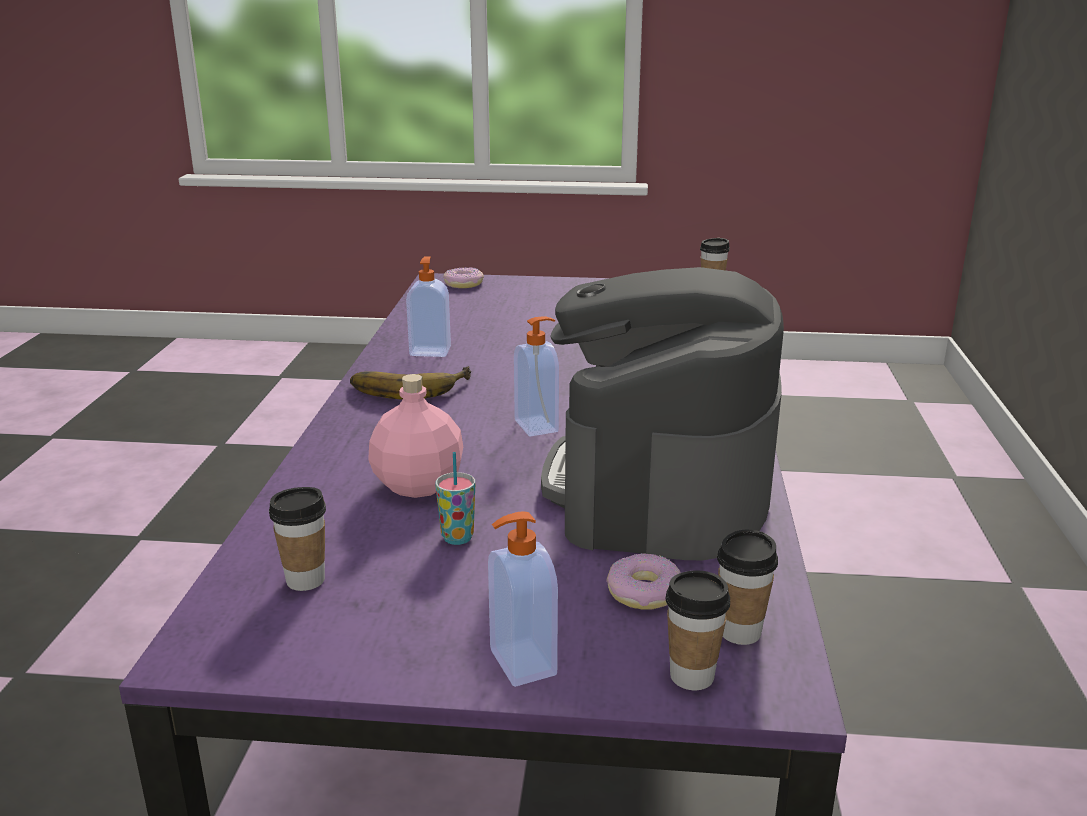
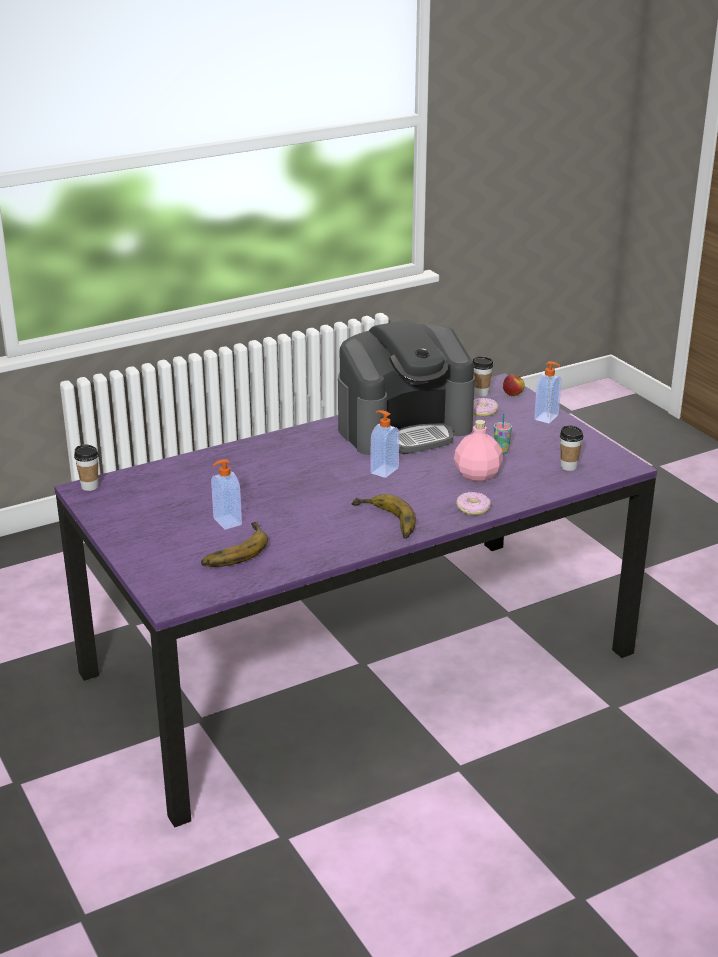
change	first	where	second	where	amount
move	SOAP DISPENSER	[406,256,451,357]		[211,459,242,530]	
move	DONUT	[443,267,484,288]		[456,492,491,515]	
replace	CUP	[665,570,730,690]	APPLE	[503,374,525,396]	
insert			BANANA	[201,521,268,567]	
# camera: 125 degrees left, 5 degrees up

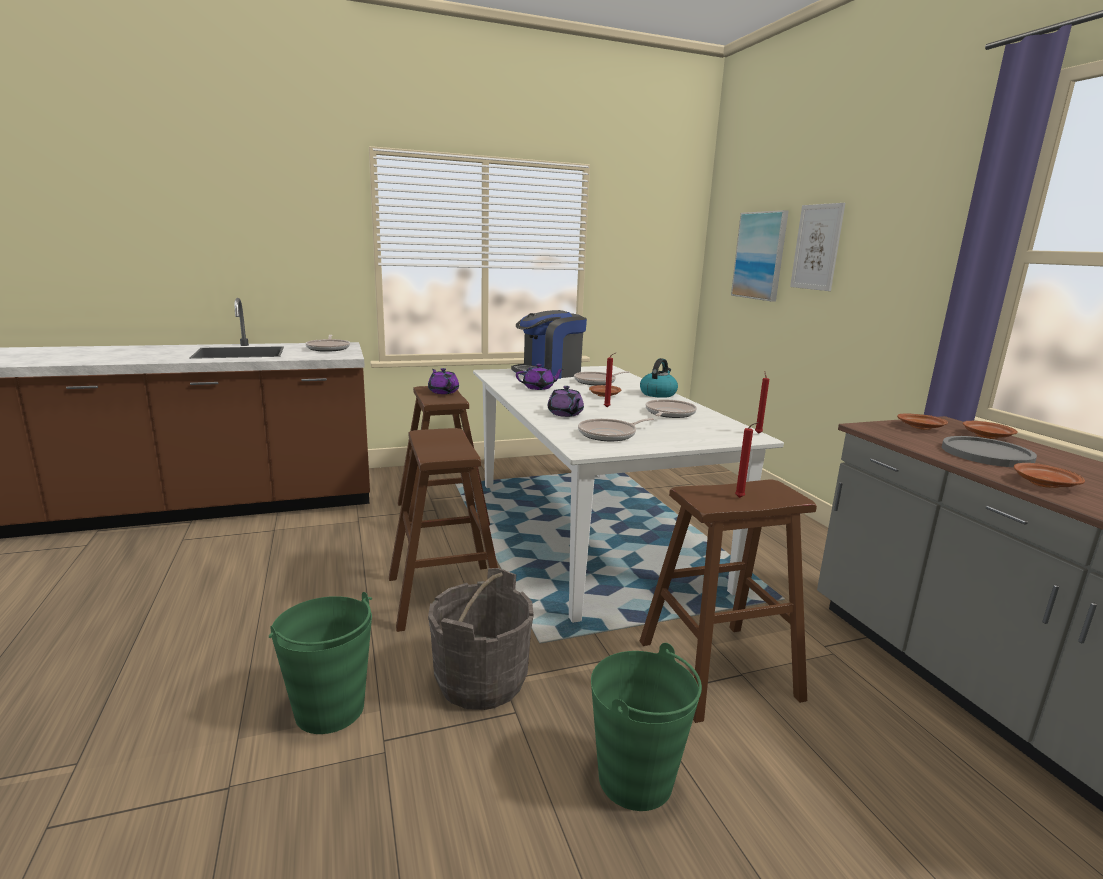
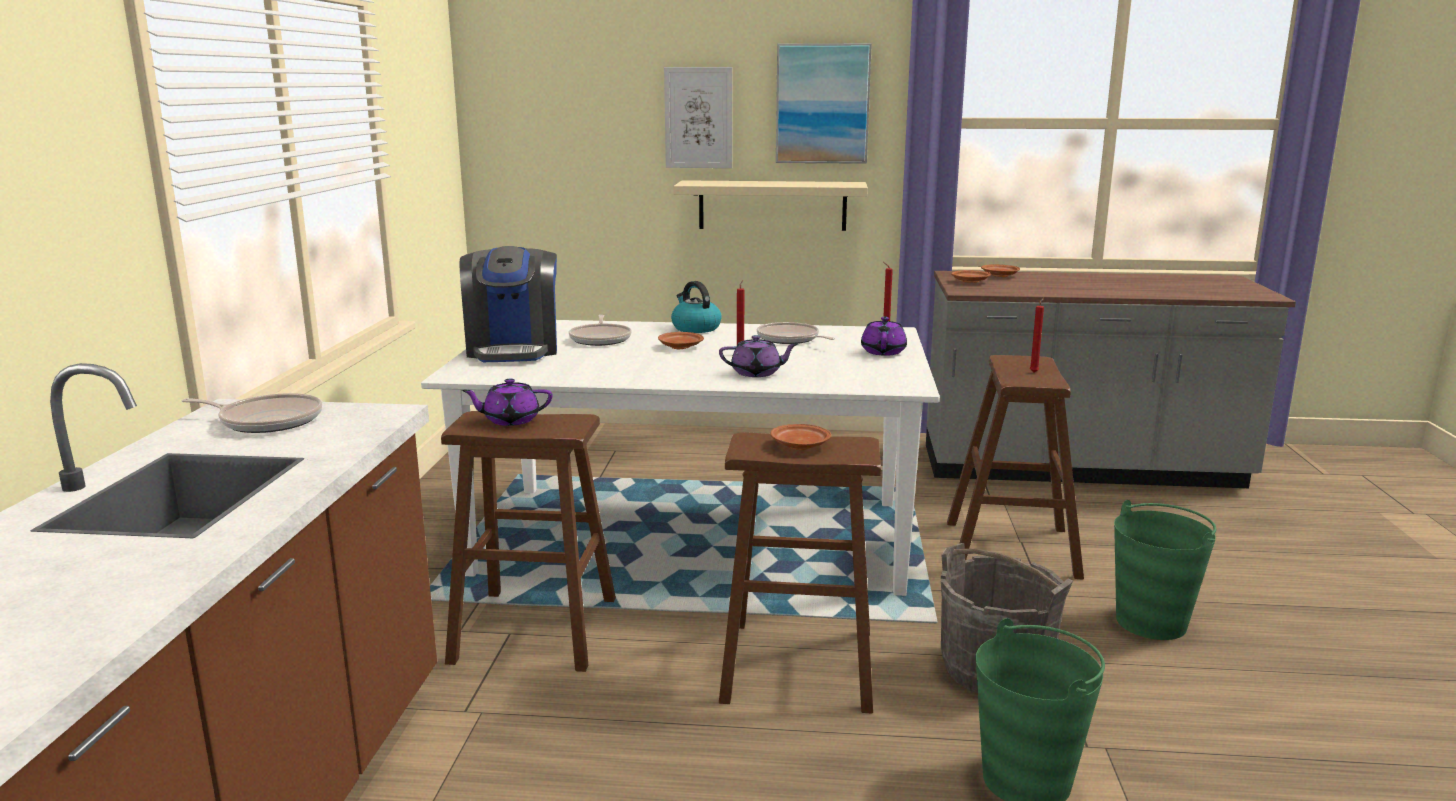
change	first	where	second	where	amount
move	PURPLE TEAPOT	[516,364,563,390]		[861,316,907,356]	
delete	FRYING PAN	[578,418,654,441]			
move	PICTURE	[731,210,789,301]		[776,43,872,164]	
delete	GREY PLATE	[942,436,1037,467]			
move	BROWN PLATE	[1014,463,1085,488]		[771,424,831,450]	
insert			BEIGE SHELF	[674,180,868,231]	
# camera: 65 degrees left, 0 degrees up

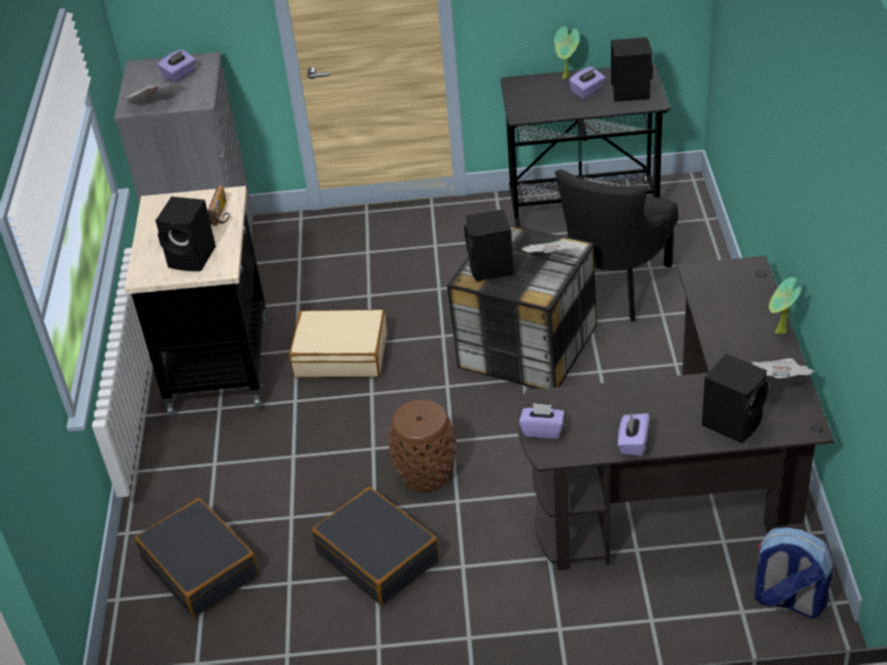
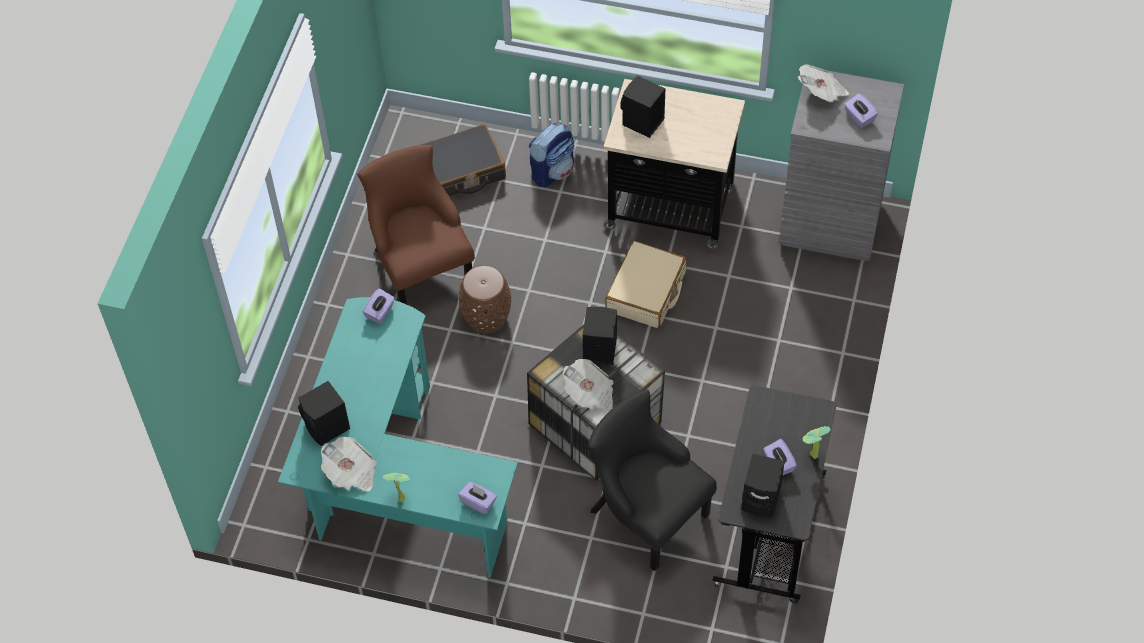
change	first	where	second	where	amount
delete	RADIO	[208,186,230,226]			
replace	BLACK SUITCASE	[312,487,439,605]	BROWN CHAIR	[357,145,475,304]	
recolor	BLACK DESK	[517,256,835,570]	TURQUOISE DESK	[278,297,518,578]	
move	PURPLE TISSUE BOX	[618,413,649,456]		[458,482,497,514]	
move	BACKPACK	[754,527,833,618]		[529,123,574,187]	
# camera: 105 degrees right, 15 degrees up

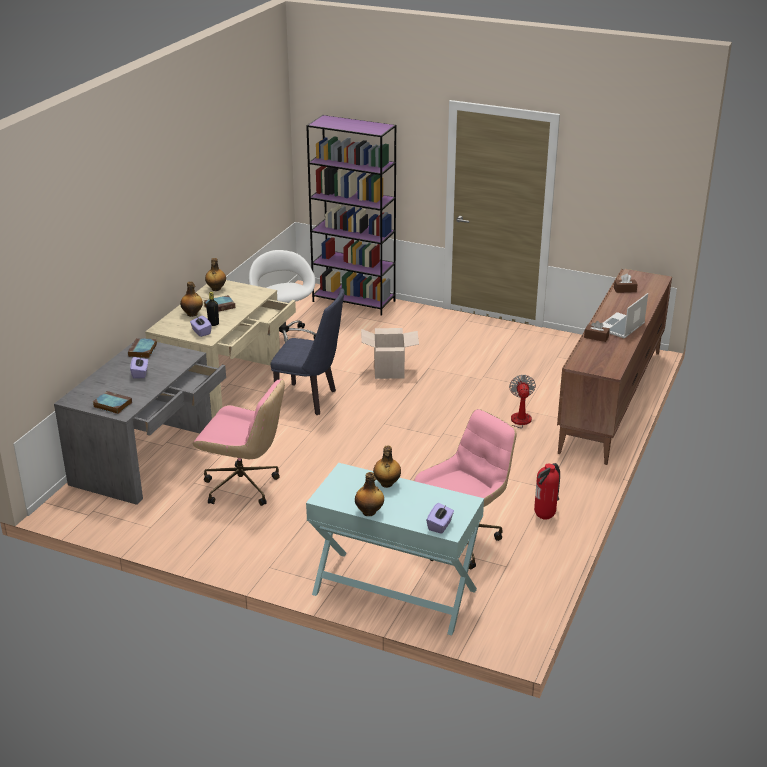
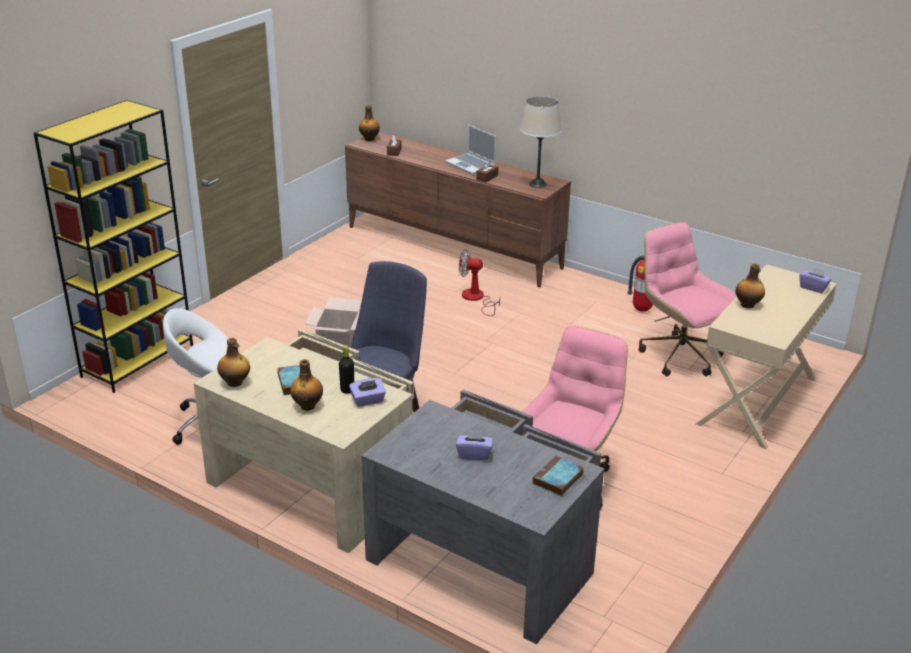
change	first	where	second	where	amount
delete	BOOK	[128,338,157,358]			
recolor	PURPLE BOOKCASE	[306,115,396,316]	YELLOW BOOKCASE	[34,100,193,393]	
recolor	TURQUOISE DESK	[306,463,484,636]	BEIGE DESK	[696,264,837,449]	
move	BOTTLE	[355,472,384,516]		[359,106,380,141]	
insert			BEIGE TABLE LAMP	[520,96,562,188]	
# camera: 80 degrees left, 0 degrees up

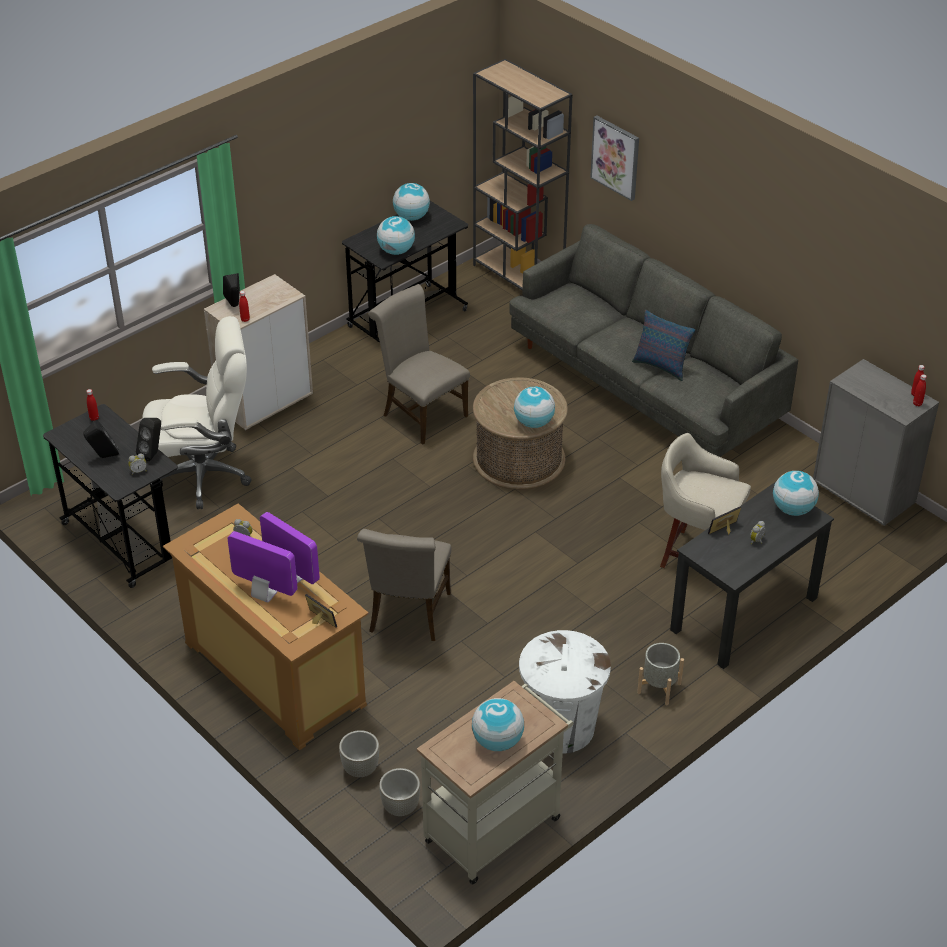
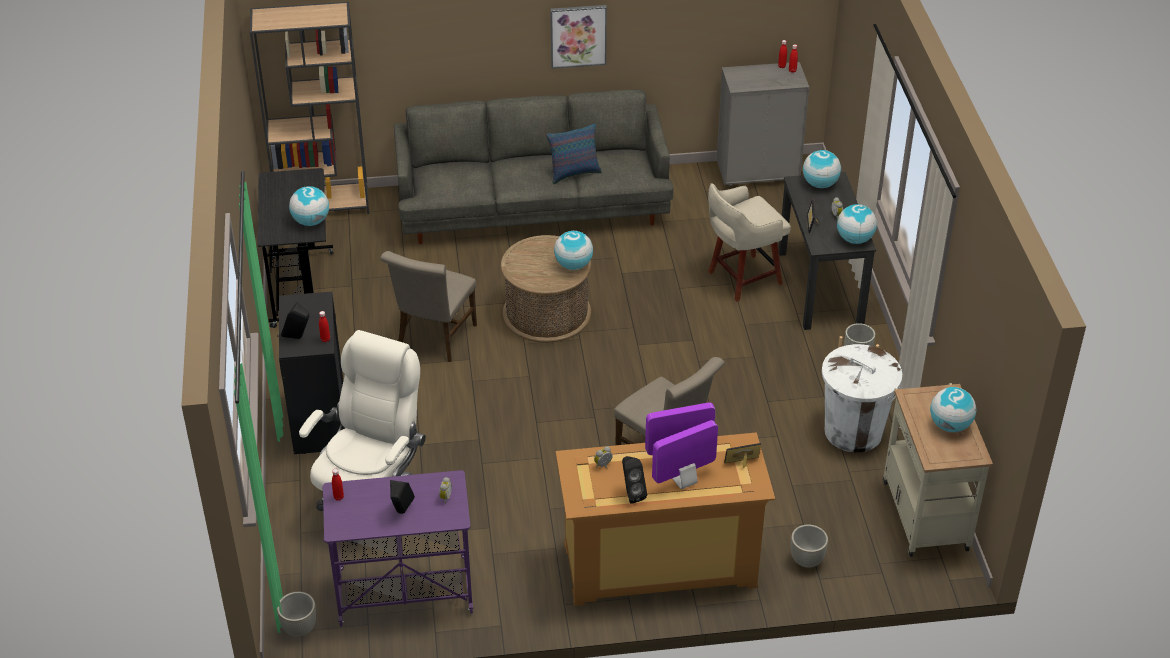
change	first	where	second	where	amount
recolor	BLACK DESK	[43,404,178,588]	PURPLE DESK	[322,470,473,627]	
move	BLACK SPEAKER	[136,418,161,462]		[622,456,647,504]	
recolor	BEIGE CABINET	[204,274,313,430]	BLACK CABINET	[277,291,343,454]	
rotate	BEIGE CHAIR	[368,284,470,445]		[380,251,477,362]	60 degrees counterclockwise
move	GREY PLANTER	[379,768,420,816]		[277,592,316,636]	
move	GLOBE	[393,183,430,221]		[837,204,877,244]	
move	PICTURE	[590,116,639,201]		[550,5,607,69]	
# camera: 55 degrees left, 0 degrees up

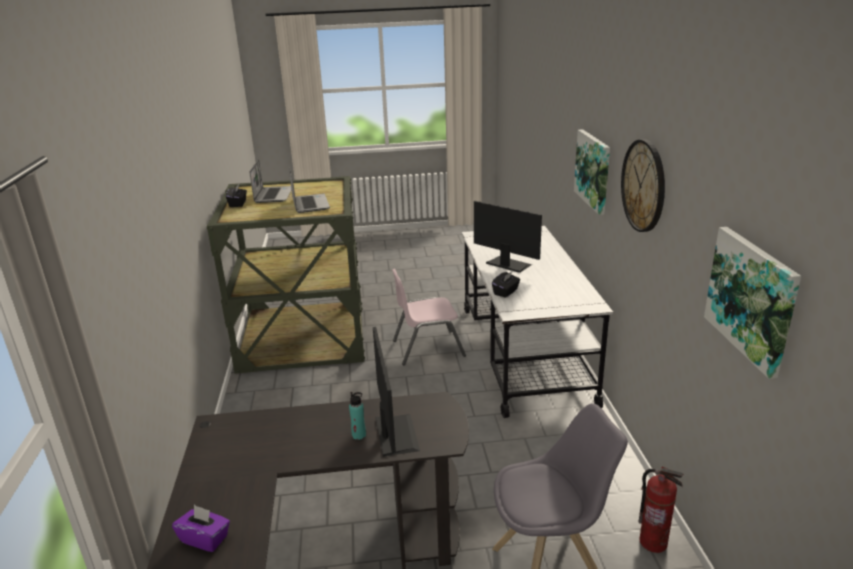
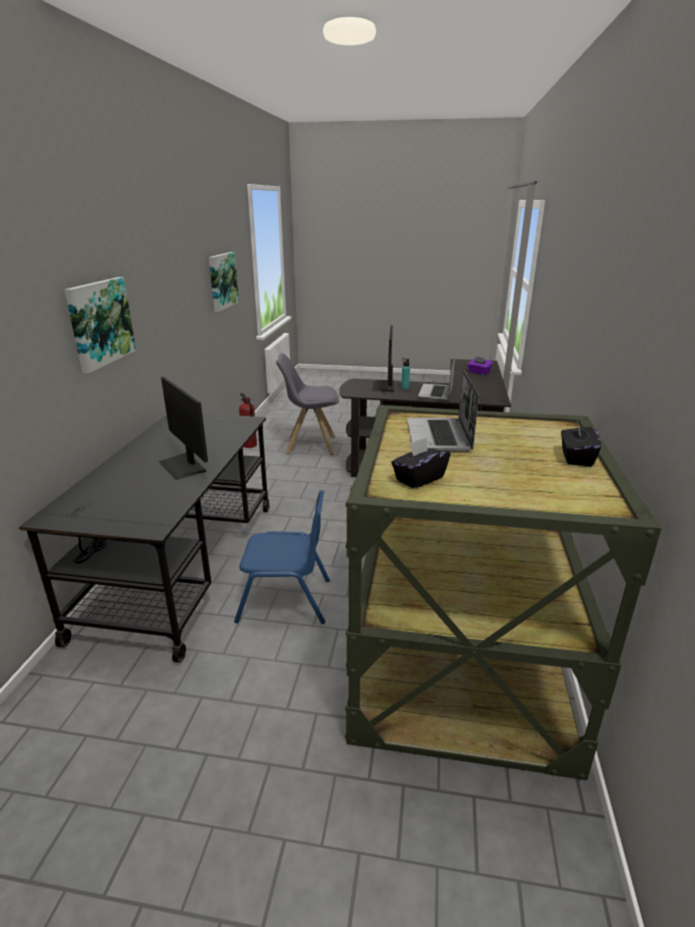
change	first	where	second	where	amount
move	LAPTOP	[250,159,291,203]		[418,359,455,401]	
recolor	PINK CHAIR	[392,269,466,365]	BLUE CHAIR	[234,490,330,624]	
recolor	WHITE DESK	[461,226,613,418]	BLACK DESK	[19,413,270,663]	
move	BLACK TISSUE BOX	[492,272,520,298]		[391,437,450,489]	
delete	WALL CLOCK	[621,139,665,232]			
# camera: 165 degrees left, 0 degrees up

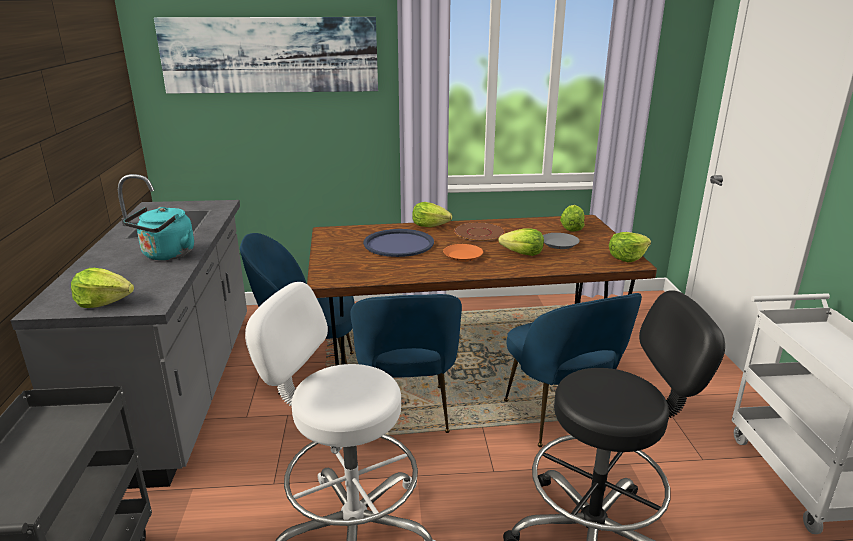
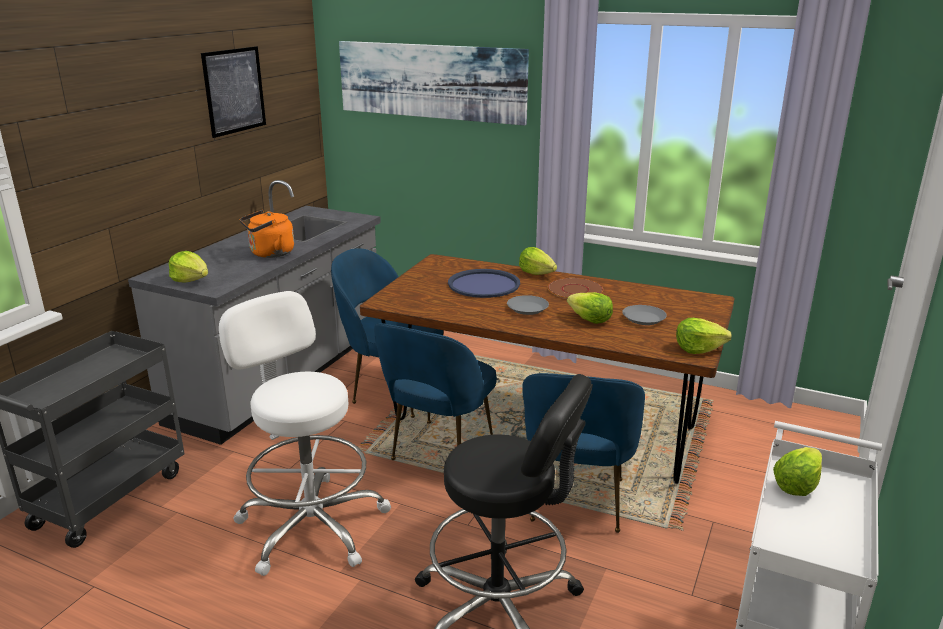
change	first	where	second	where	amount
recolor	TURQUOISE KETTLE	[124,207,194,260]	ORANGE KETTLE	[239,210,294,258]	
recolor	ORANGE PLATE	[443,244,483,262]	GREY PLATE	[507,295,549,315]	
move	LETTUCE	[560,205,585,232]		[773,447,822,496]	
insert			PICTURE	[201,46,266,138]	
# camera: 30 degrees right, 0 degrees up

